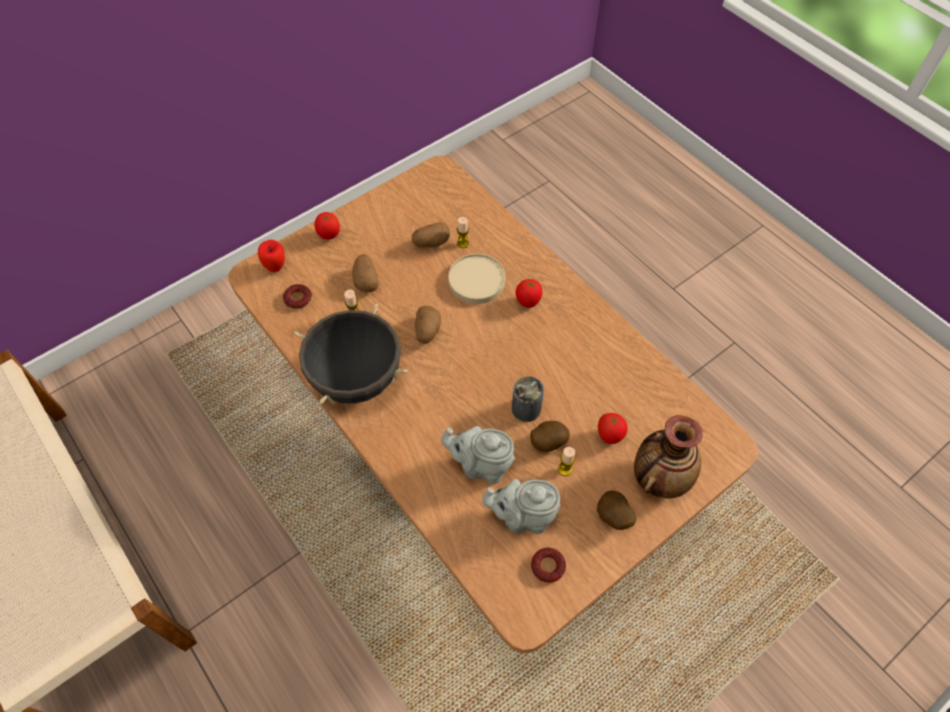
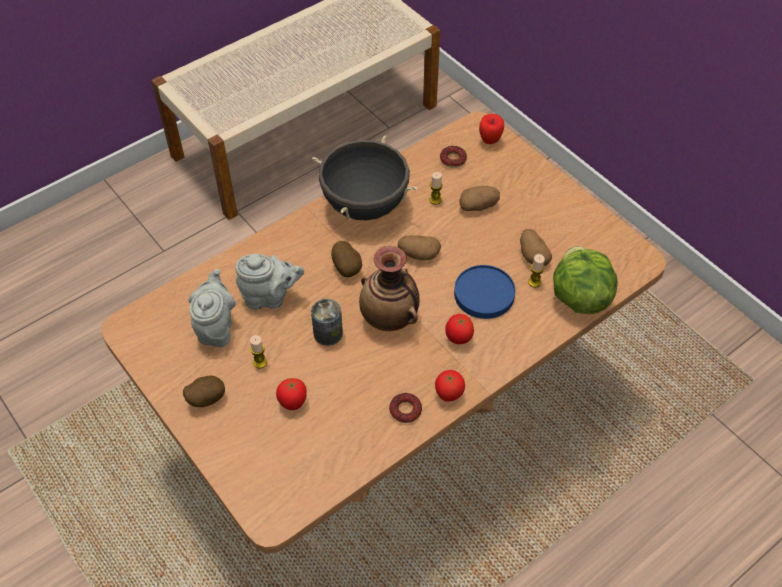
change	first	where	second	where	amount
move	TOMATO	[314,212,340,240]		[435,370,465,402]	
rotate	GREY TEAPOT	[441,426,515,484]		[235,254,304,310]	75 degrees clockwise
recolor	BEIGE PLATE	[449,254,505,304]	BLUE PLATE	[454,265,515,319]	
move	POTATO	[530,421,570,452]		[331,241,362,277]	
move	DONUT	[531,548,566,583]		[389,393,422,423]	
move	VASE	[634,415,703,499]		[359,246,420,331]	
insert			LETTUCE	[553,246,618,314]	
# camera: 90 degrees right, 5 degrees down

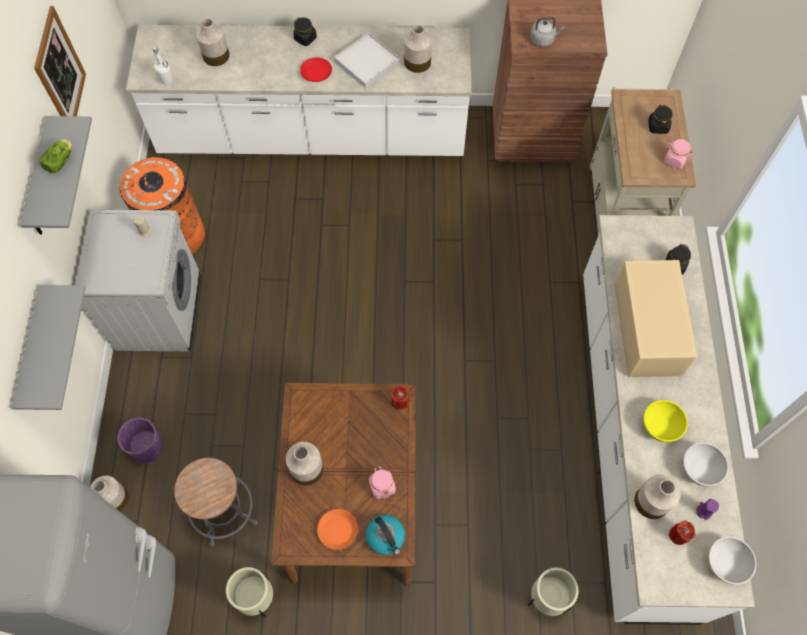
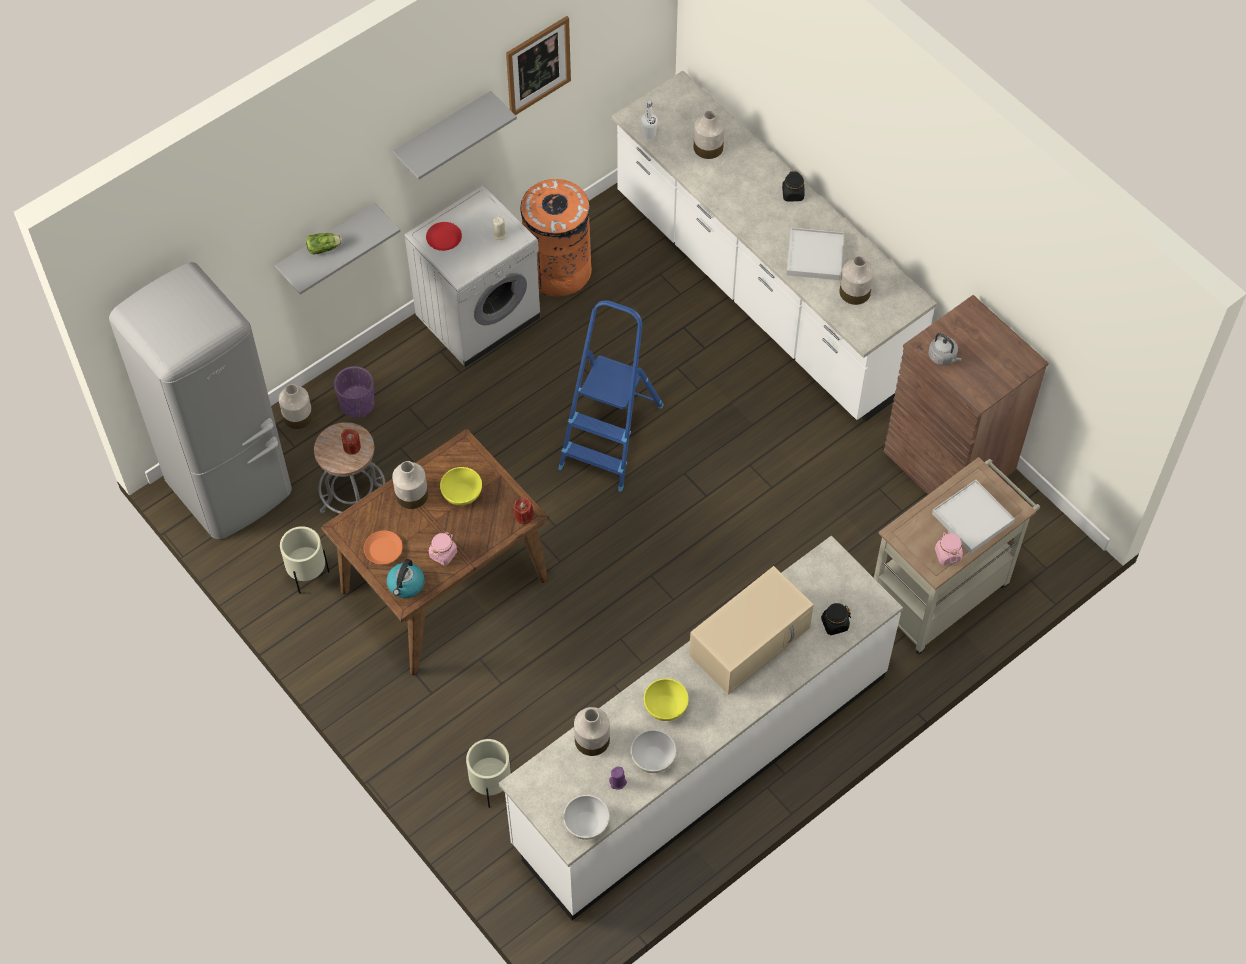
change	first	where	second	where	amount
move	LETTUCE	[39,139,73,173]		[306,233,342,254]	
move	RED PLATE	[300,57,332,82]		[426,222,462,251]	
replace	BLACK JAR	[648,105,672,134]	WHITE TRAY	[932,480,1015,554]	
move	RED CANDLE	[669,521,695,545]		[341,429,361,455]	
insert			YELLOW BOWL	[440,467,482,506]	
insert			BLUE STEP LADDER	[558,300,664,492]	
# camera: 50 degrees right, 5 degrees down

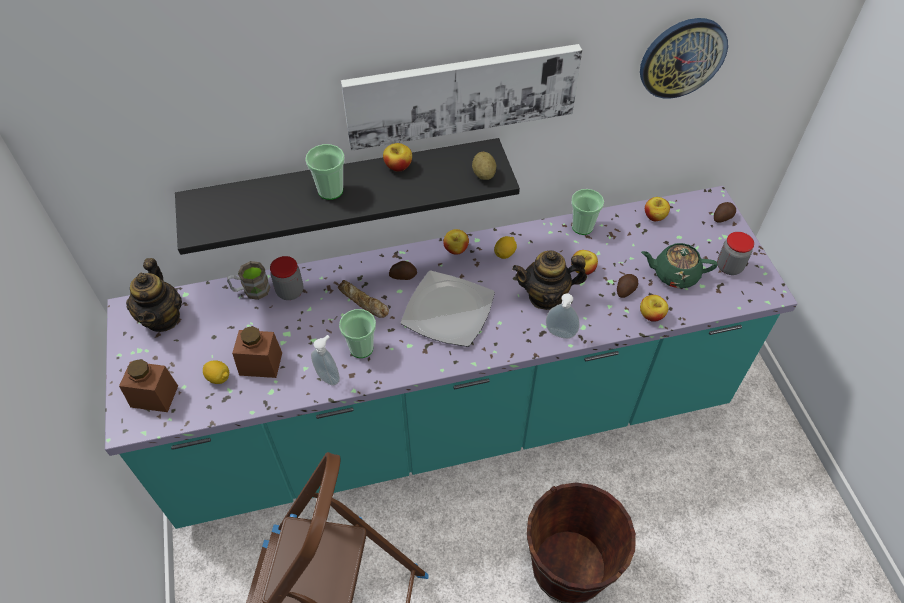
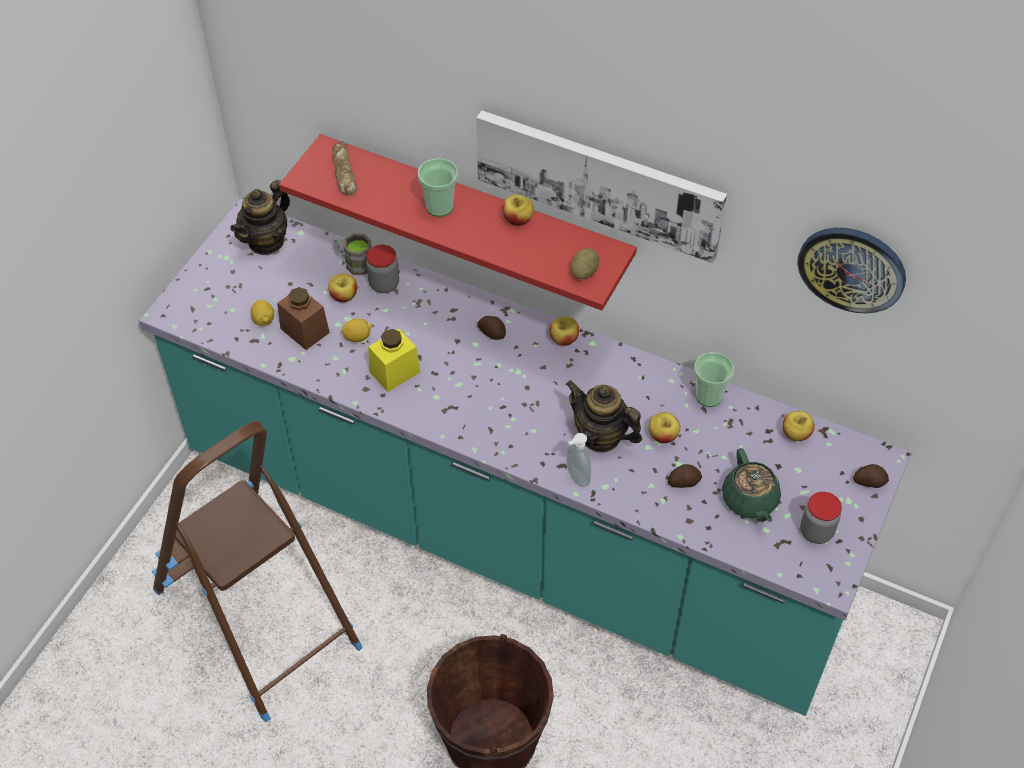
change	first	where	second	where	amount
delete	BROWN JAR	[119,359,178,412]			
recolor	BLACK SHELF	[175,138,520,255]	RED SHELF	[279,134,637,310]	
delete	SOAP DISPENSER	[311,335,340,385]			
move	BREAD	[338,280,389,318]		[332,141,357,195]	
replace	CUP	[339,309,376,358]	YELLOW JAR	[368,329,421,392]	
delete	PLATE	[401,270,495,347]			
move	LEMON	[494,236,517,259]		[341,318,372,342]	
move	APPLE	[640,295,668,322]		[328,273,357,302]	
rotate	GREEN TEAPOT	[641,243,717,288]		[722,448,781,522]	150 degrees counterclockwise
# camera: 40 degrees right, 0 degrees up

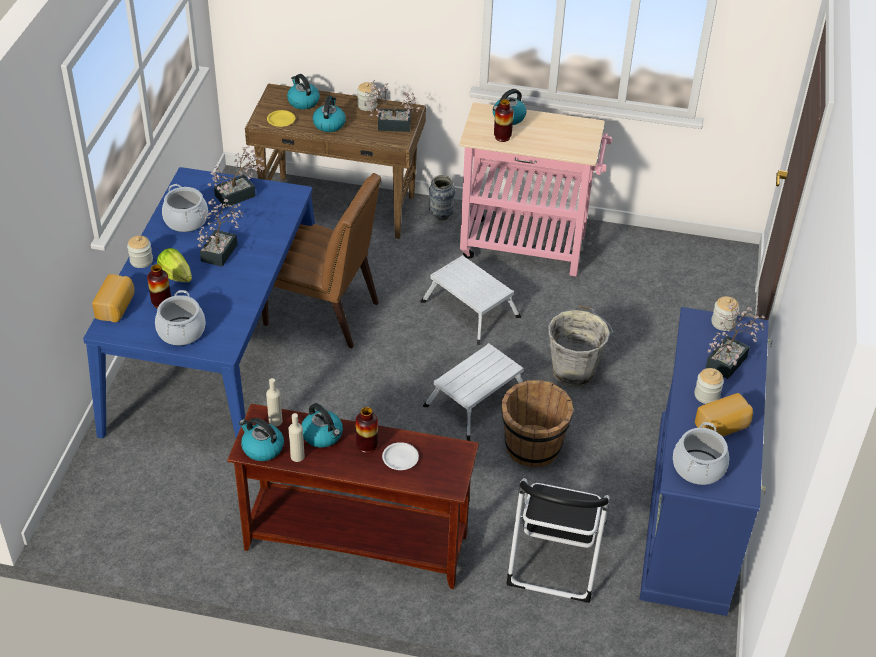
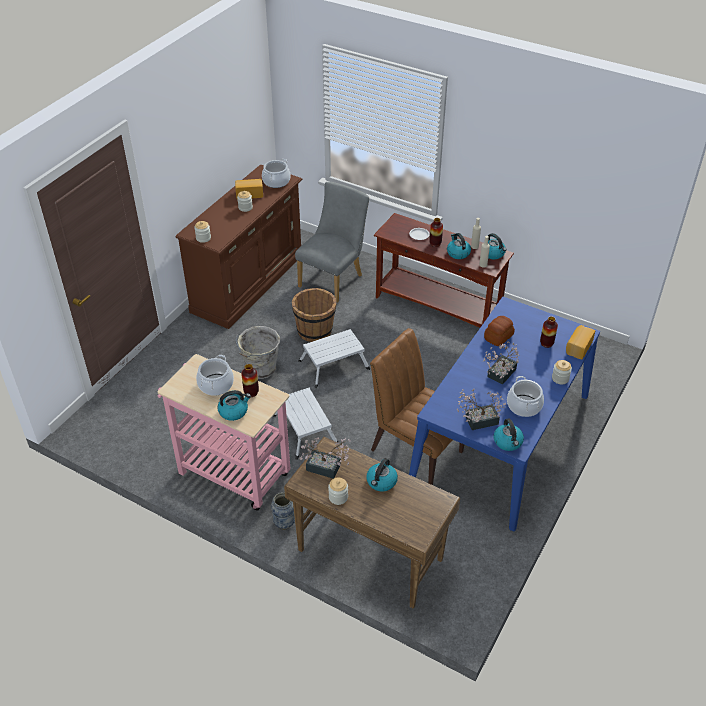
change	first	where	second	where	amount
move	COOKING POT	[155,290,206,346]		[196,355,234,396]	
delete	LETTUCE	[157,248,192,282]			
delete	YELLOW PLATE	[267,110,295,127]			
move	KETTLE	[287,74,320,110]		[494,418,524,451]	
replace	STEP LADDER	[507,478,610,603]	GREY CHAIR	[295,182,369,303]	
recolor	BLUE CABINET	[639,307,772,616]	BROWN CABINET	[176,164,302,329]	
delete	POTTED PLANT	[706,303,765,379]			
insert			BREAD	[484,316,515,346]	
# camera: 160 degrees left, 0 degrees up

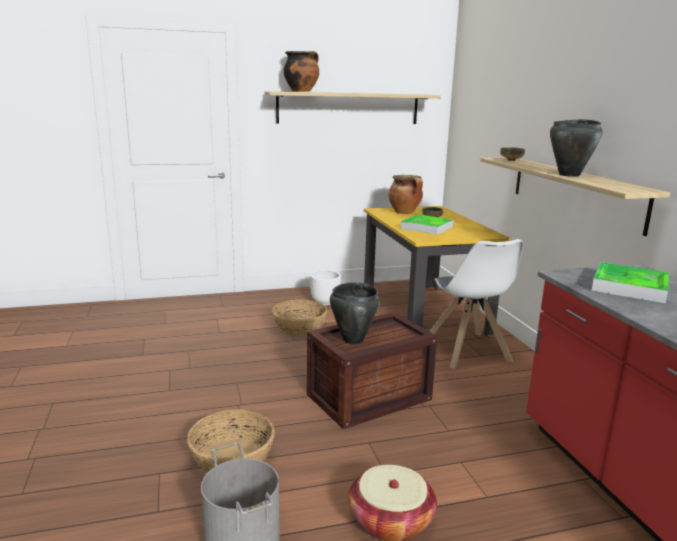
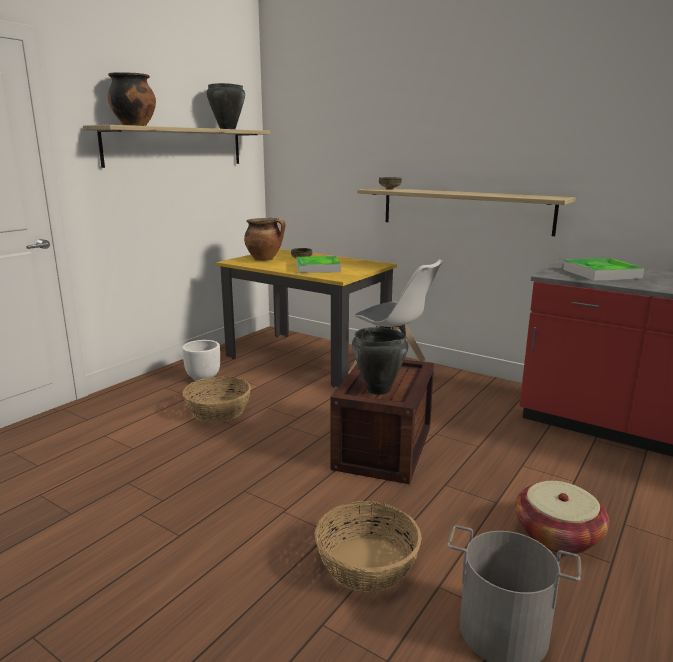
change	first	where	second	where	amount
move	BLACK COOKING POT	[550,119,603,177]		[206,83,245,129]	
# camera: 40 degrees left, 0 degrees up

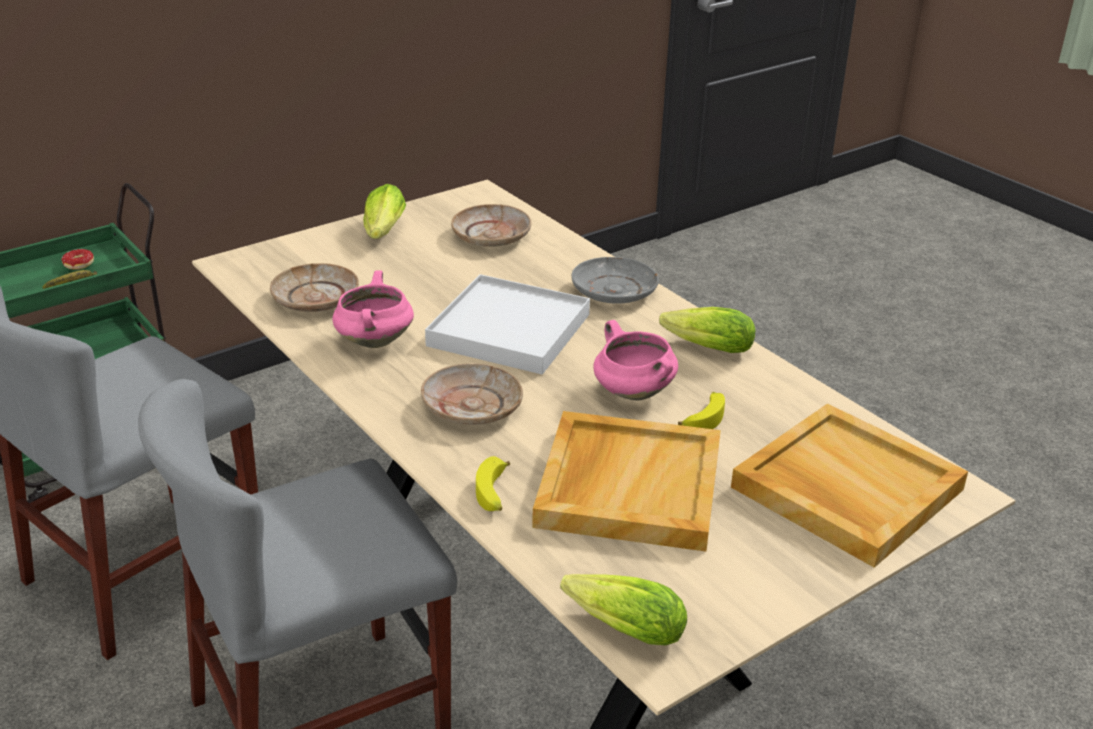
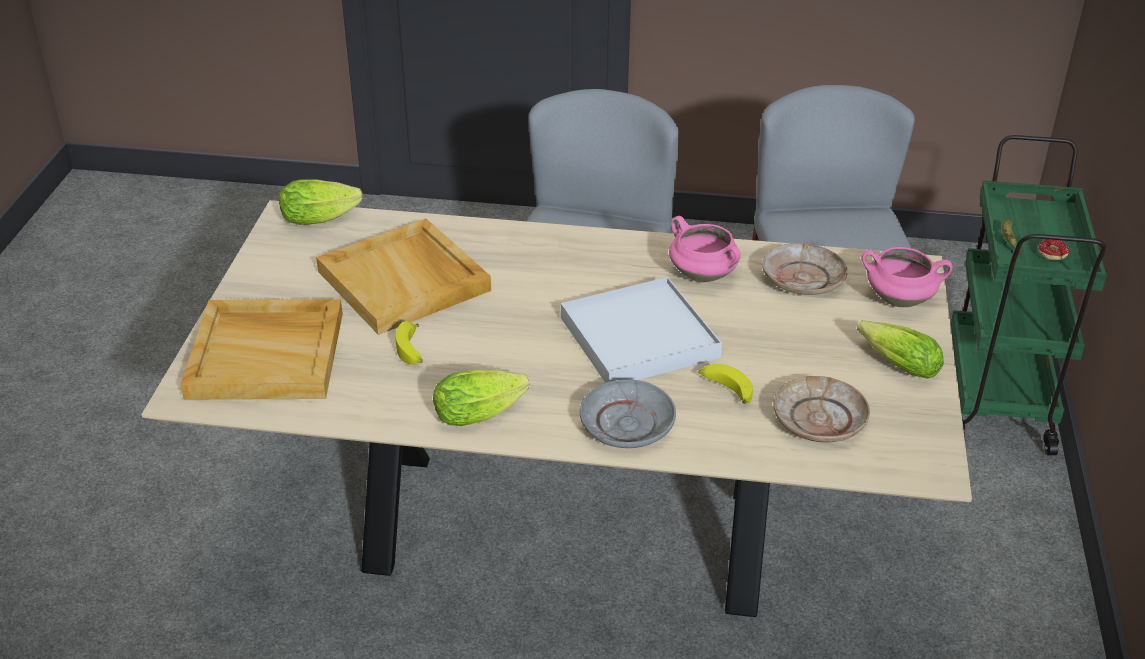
change	first	where	second	where	amount
delete	BEIGE PLATE	[421,363,523,425]			
move	BANANA	[476,456,510,511]		[698,364,753,404]	
move	PINK COOKING POT	[594,320,678,400]		[861,247,952,307]	
# camera: 135 degrees right, 5 degrees up

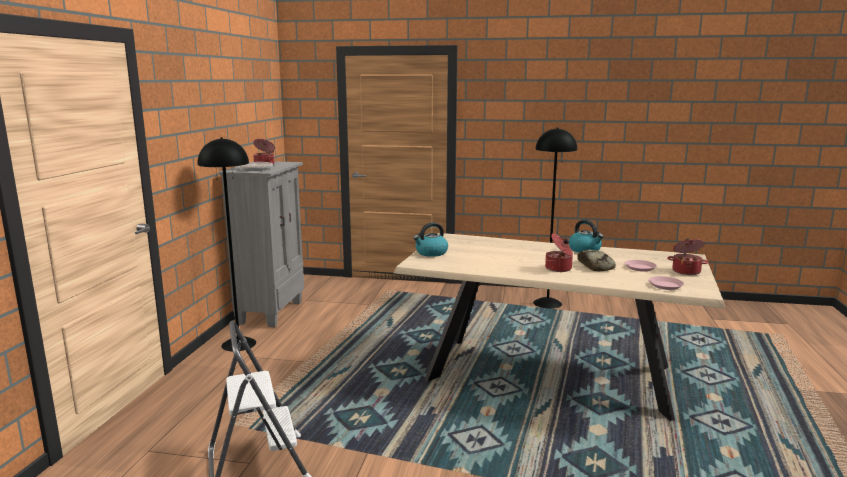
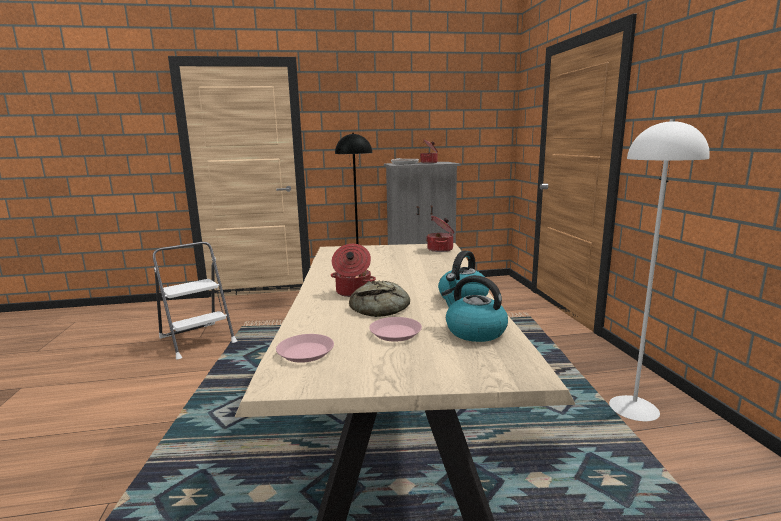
change	first	where	second	where	amount
move	KETTLE	[413,222,448,257]		[441,275,508,342]	
recolor	BLACK FLOOR LAMP	[533,128,577,309]	WHITE FLOOR LAMP	[609,119,710,421]	
move	COOKING POT	[667,239,709,275]		[426,216,454,252]	
# camera: 70 degrees right, 0 degrees up

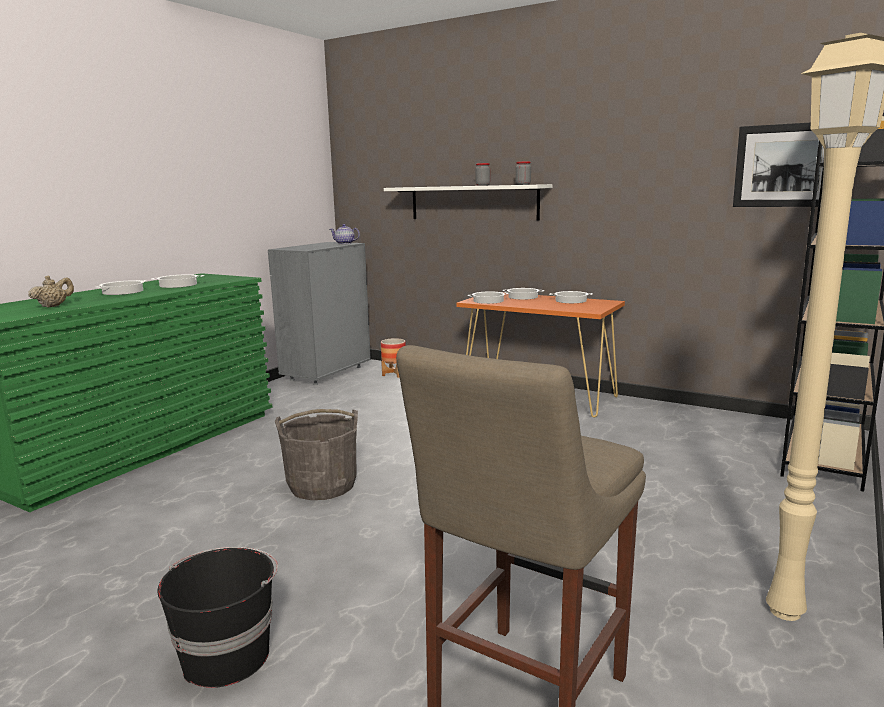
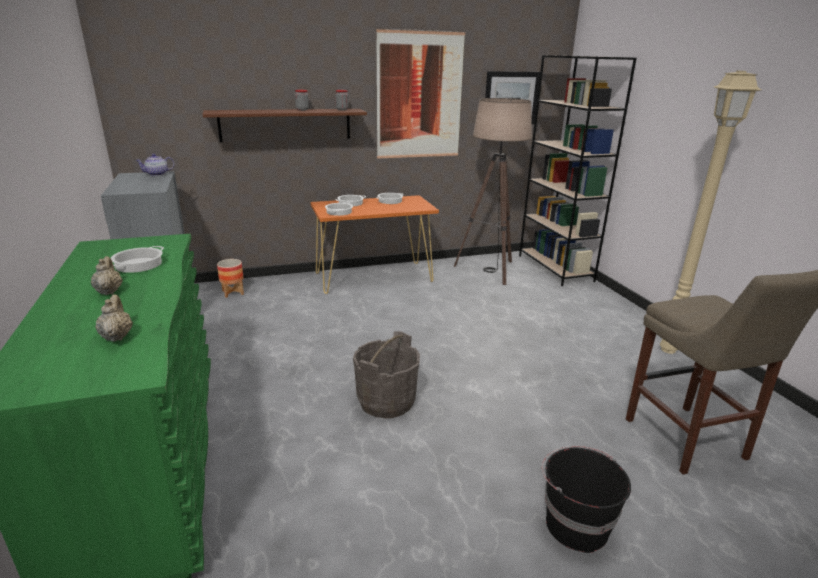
change	first	where	second	where	amount
replace	COOKING POT	[97,280,146,295]	BEIGE TEAPOT	[91,256,123,295]	
recolor	WHITE SHELF	[384,184,552,220]	BROWN SHELF	[203,109,367,142]	
insert			PICTURE	[376,29,465,159]	
insert			FLOOR LAMP	[454,98,532,285]	
# camera: 50 degrees left, 10 degrees up

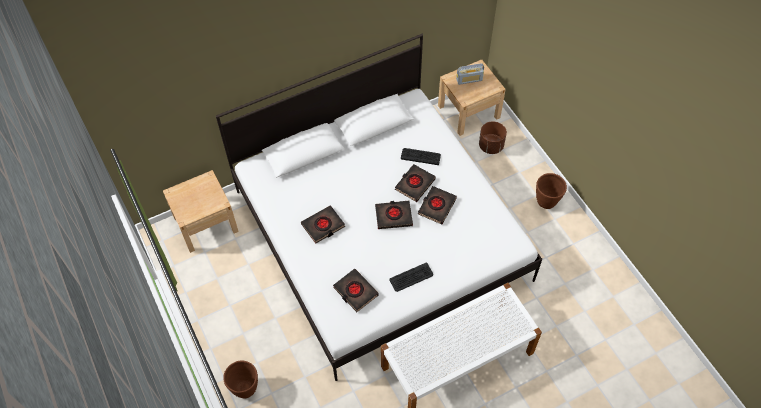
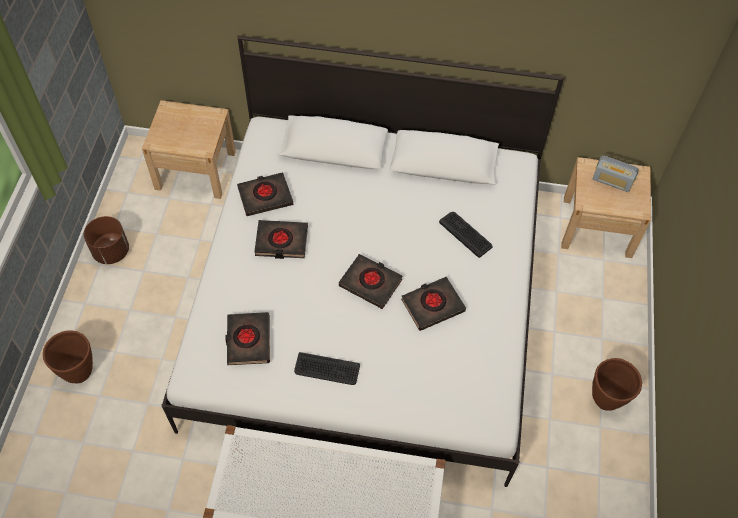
change	first	where	second	where	amount
move	BLACK BOOK	[395,164,436,202]		[237,172,293,216]	
move	BROWN PLANTER	[479,121,507,154]		[84,216,129,264]	
# camera: 35 degrees right, 0 degrees up

